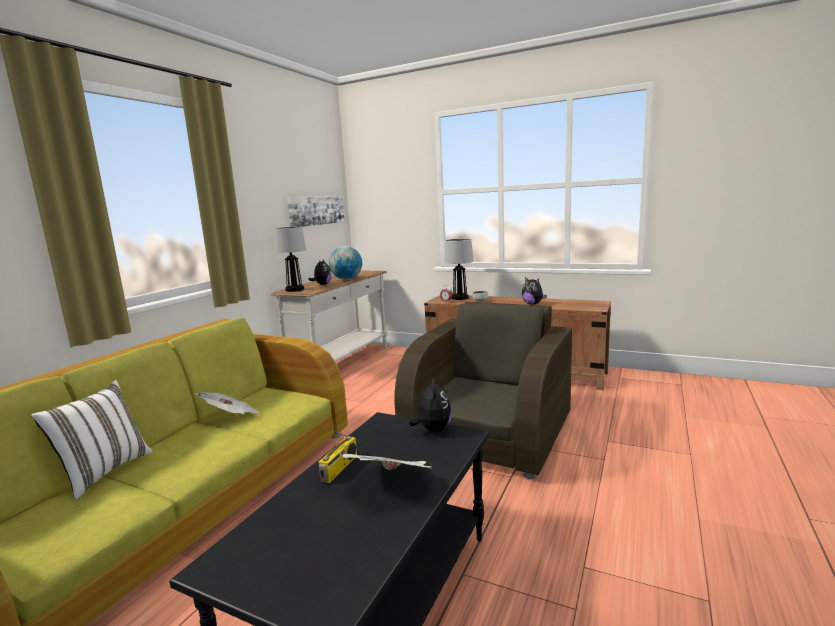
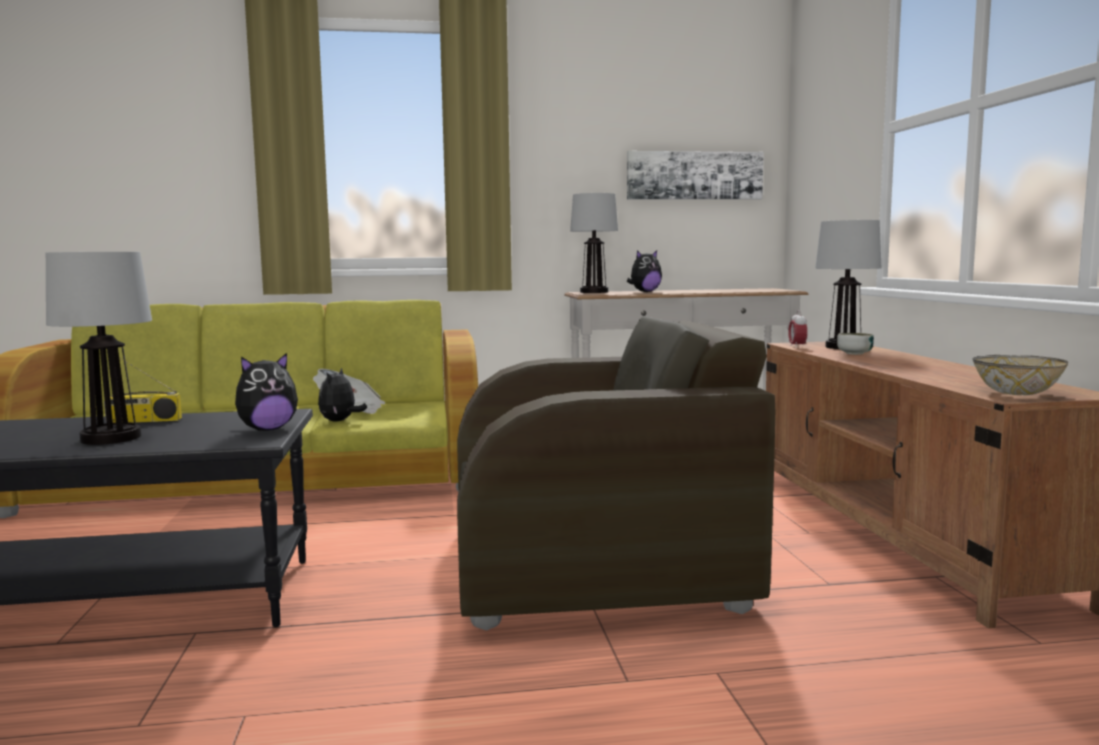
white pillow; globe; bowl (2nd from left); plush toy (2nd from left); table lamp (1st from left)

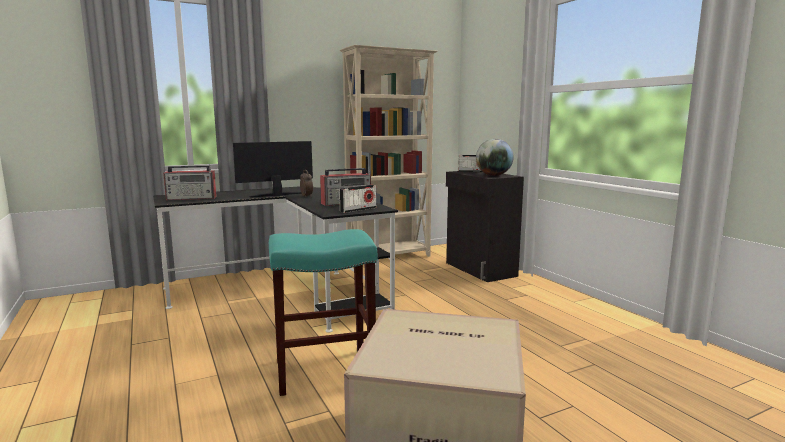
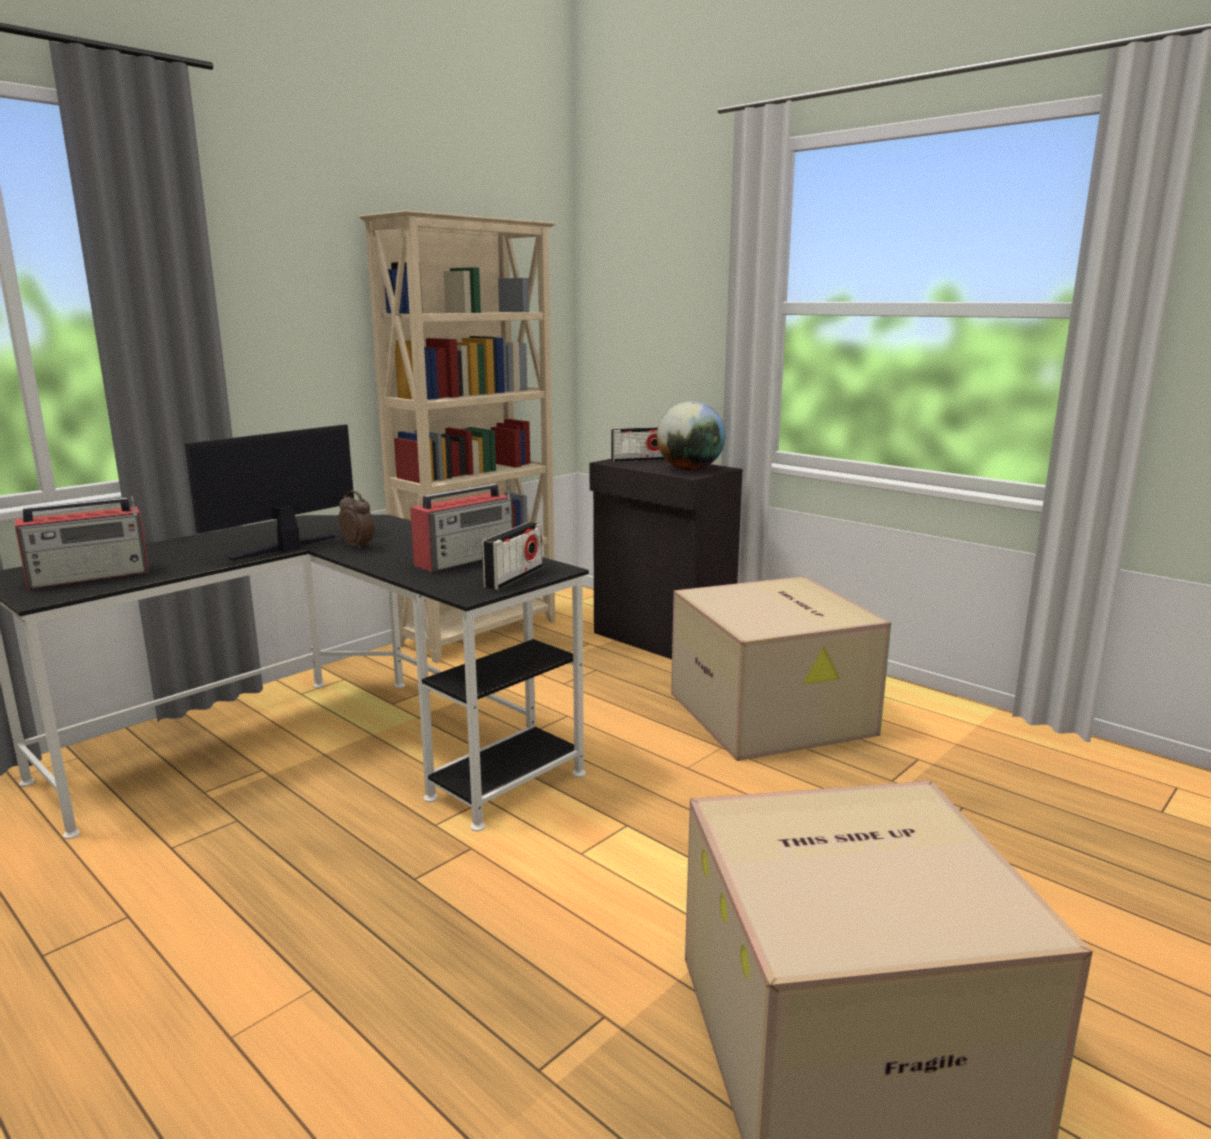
turquoise stool; cardboard box (1st from left)

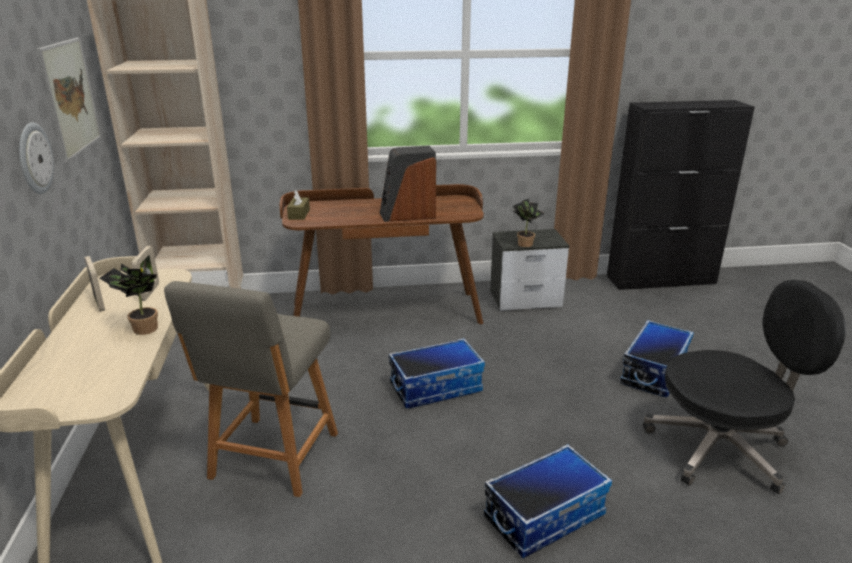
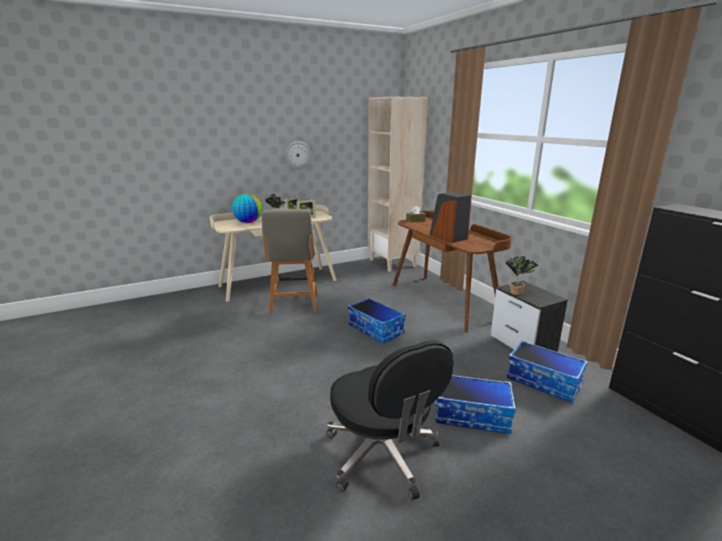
picture; globe; storage box (3rd from left); grey chair

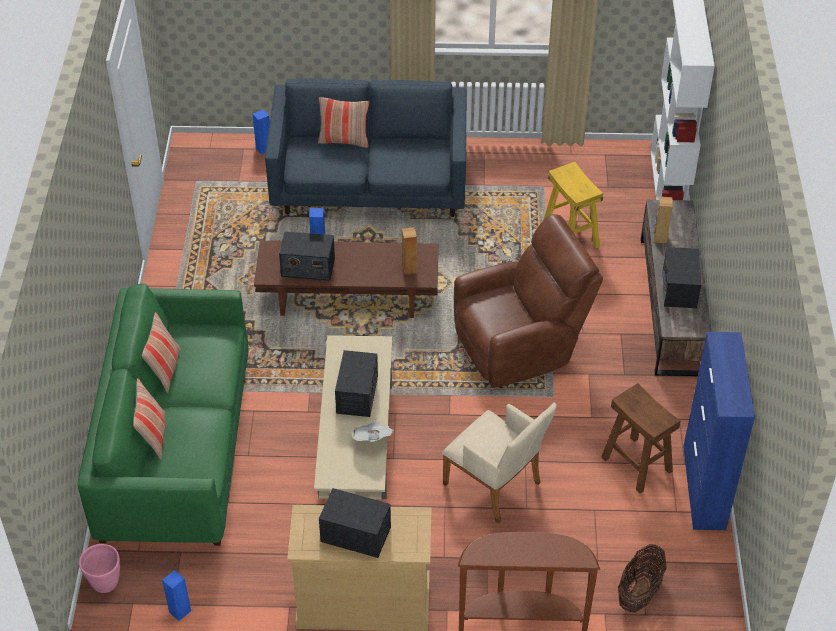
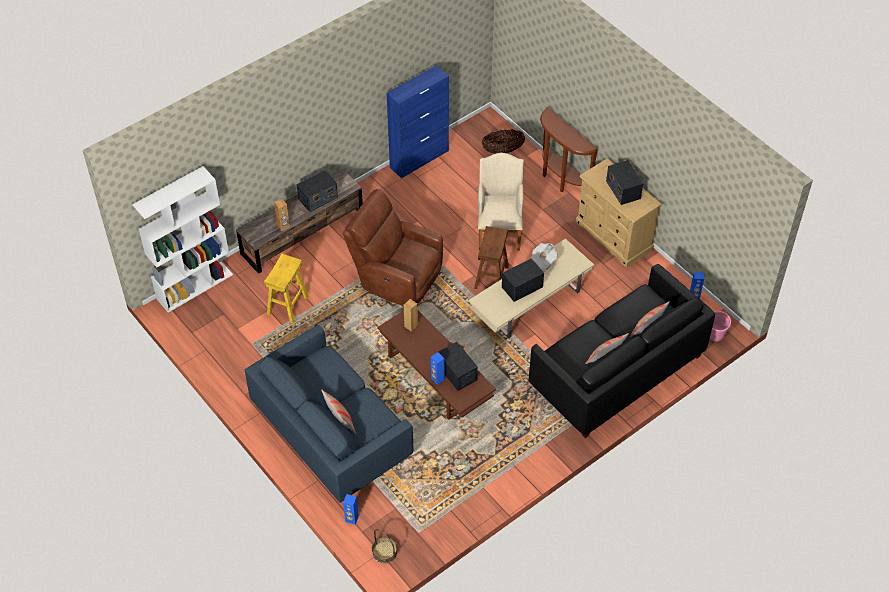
basket (1st from left); brown stool; black sofa

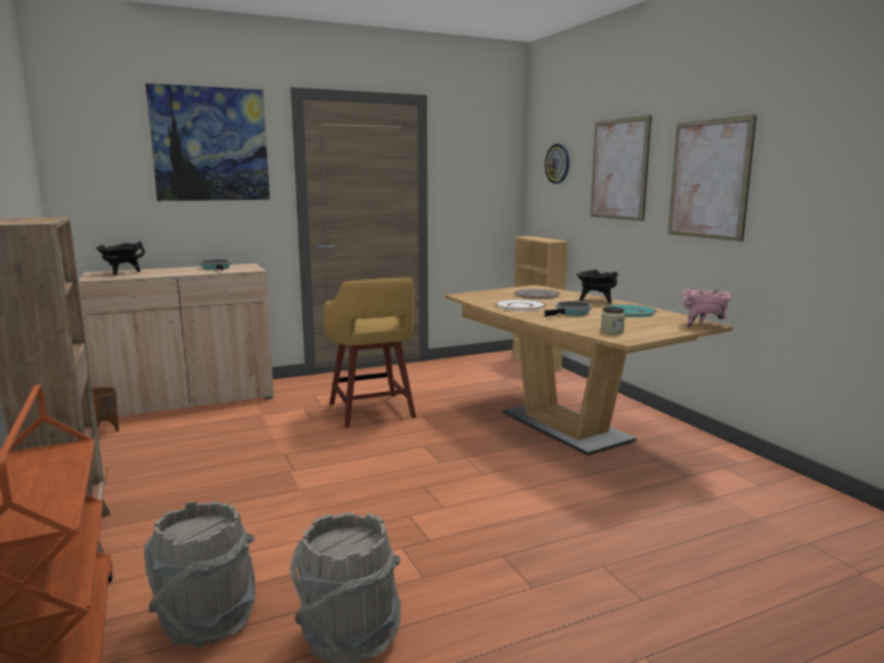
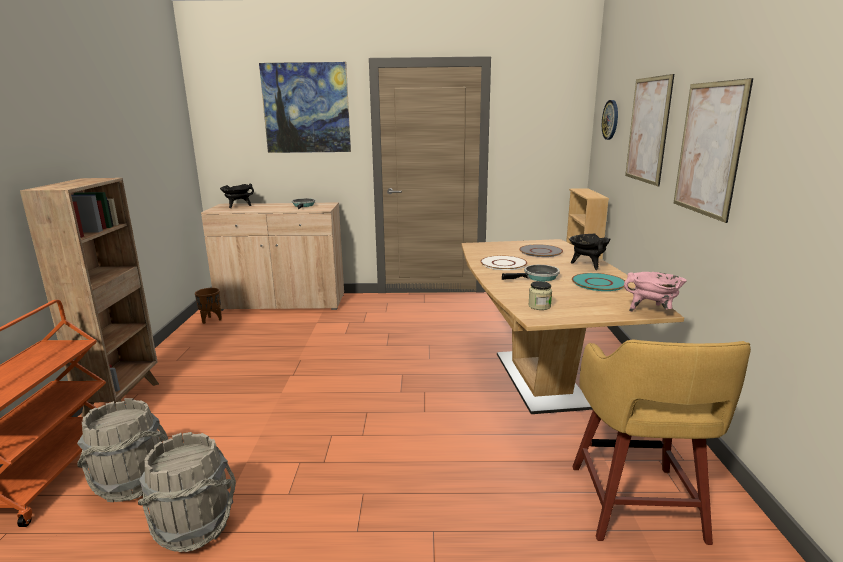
yellow stool

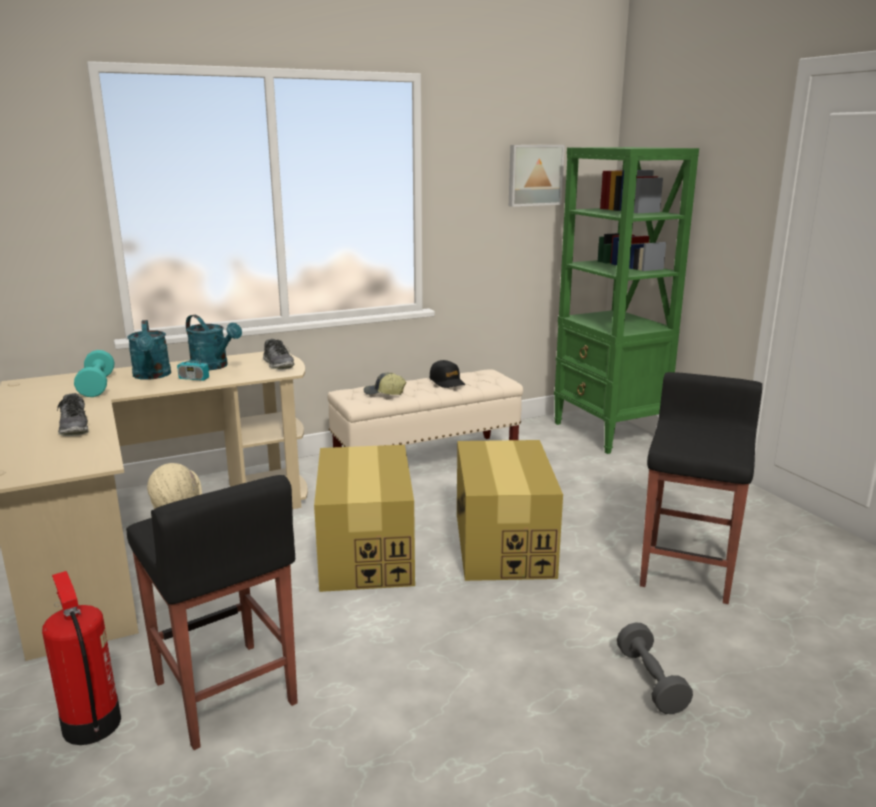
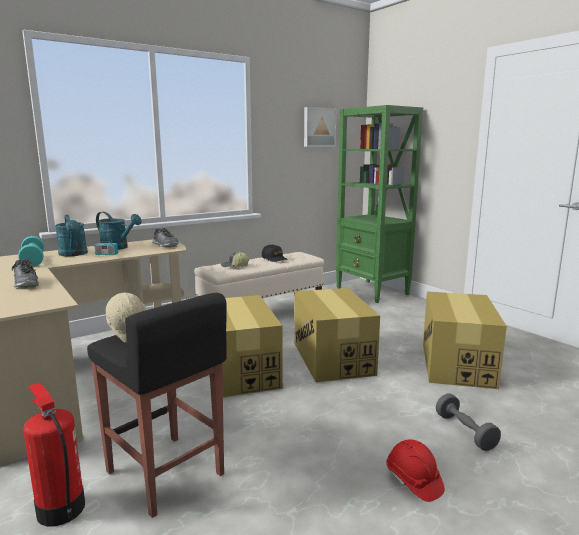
red hard hat; cardboard box (3rd from left)

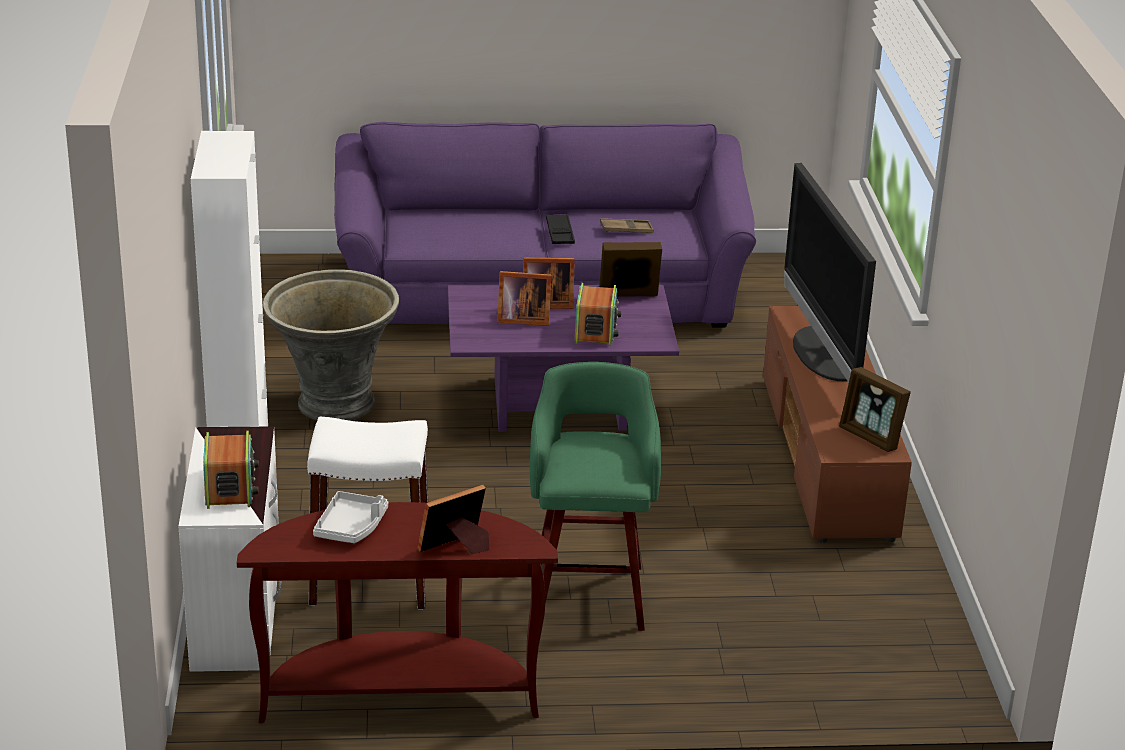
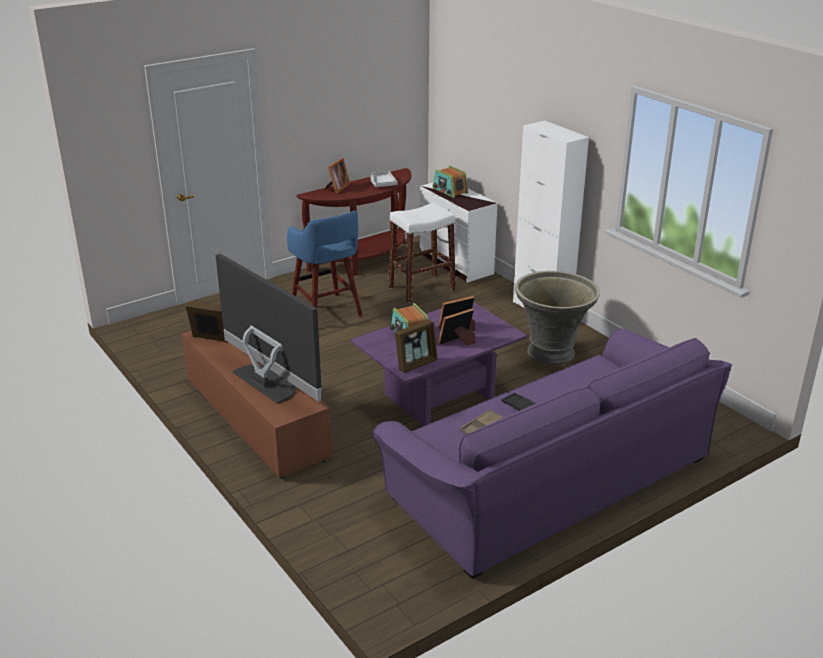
blue stool

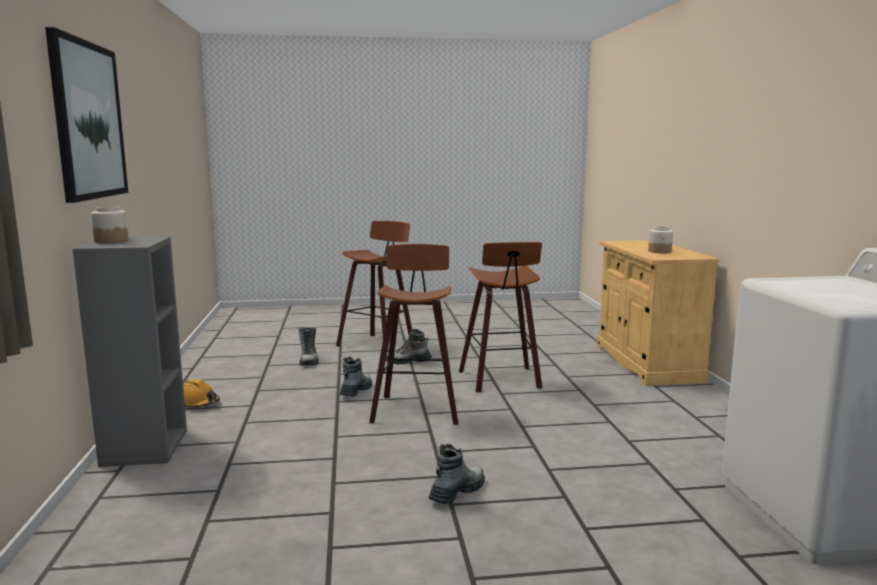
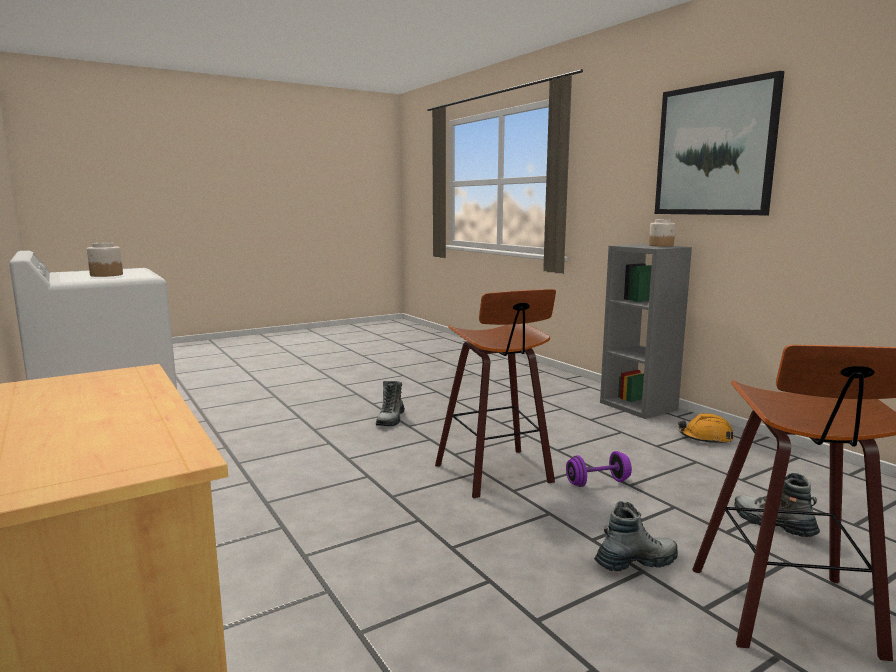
stool (3rd from left in the first image); jar (1st from left); purple dumbbell

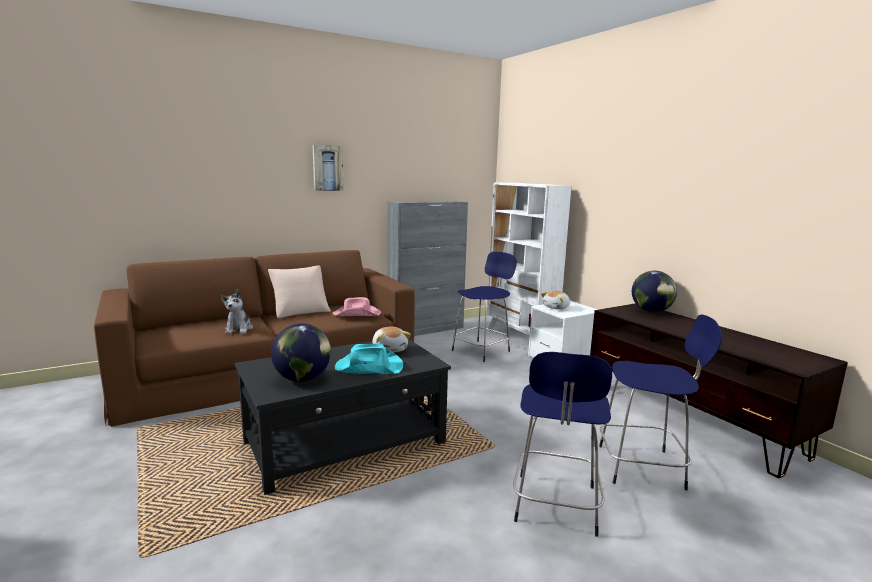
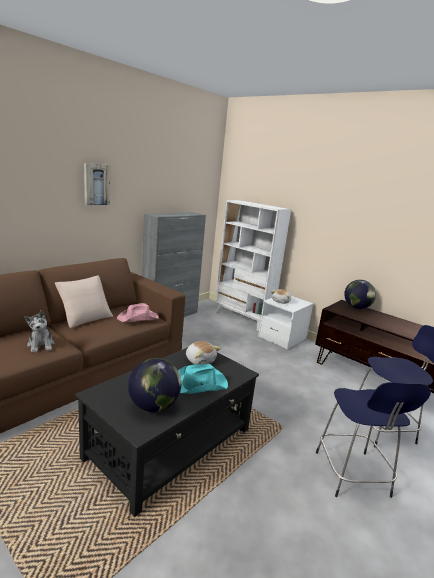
blue stool (1st from left in the first image)

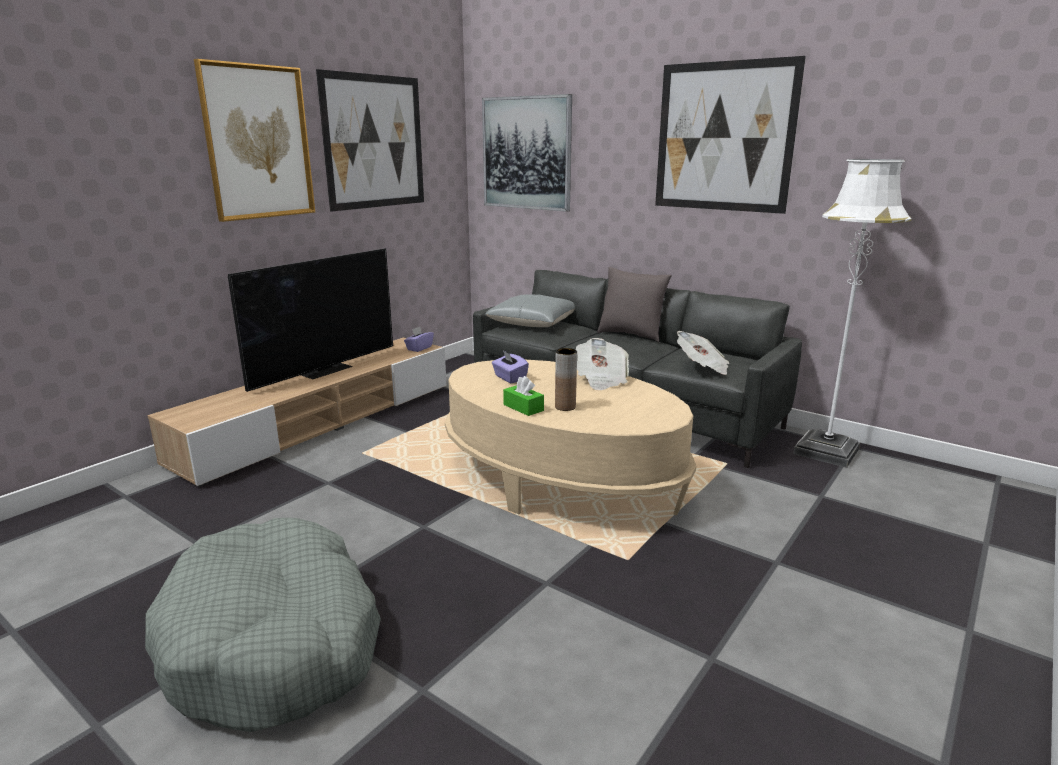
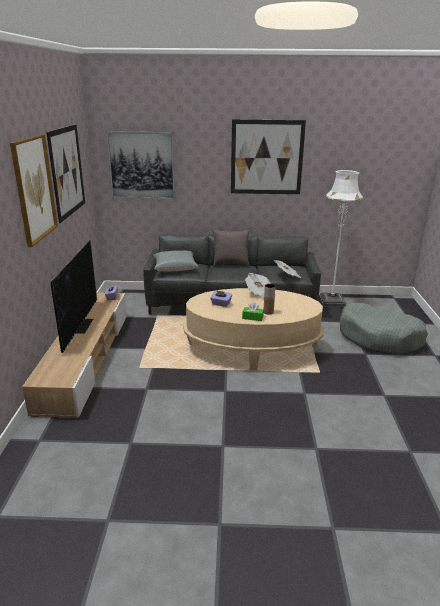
grey dog bed

